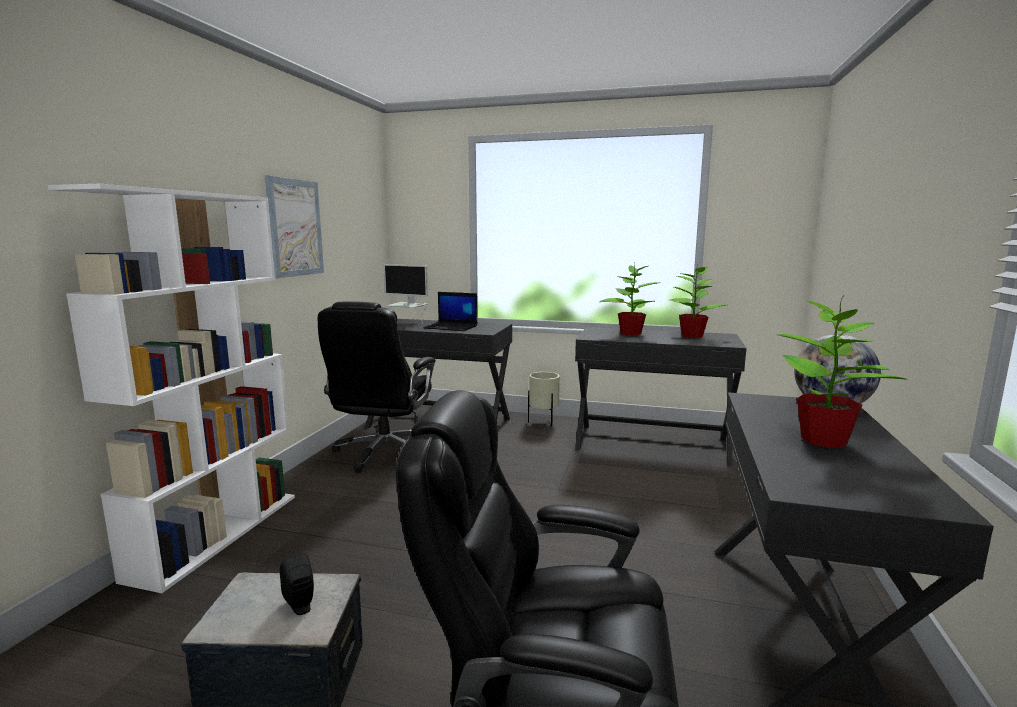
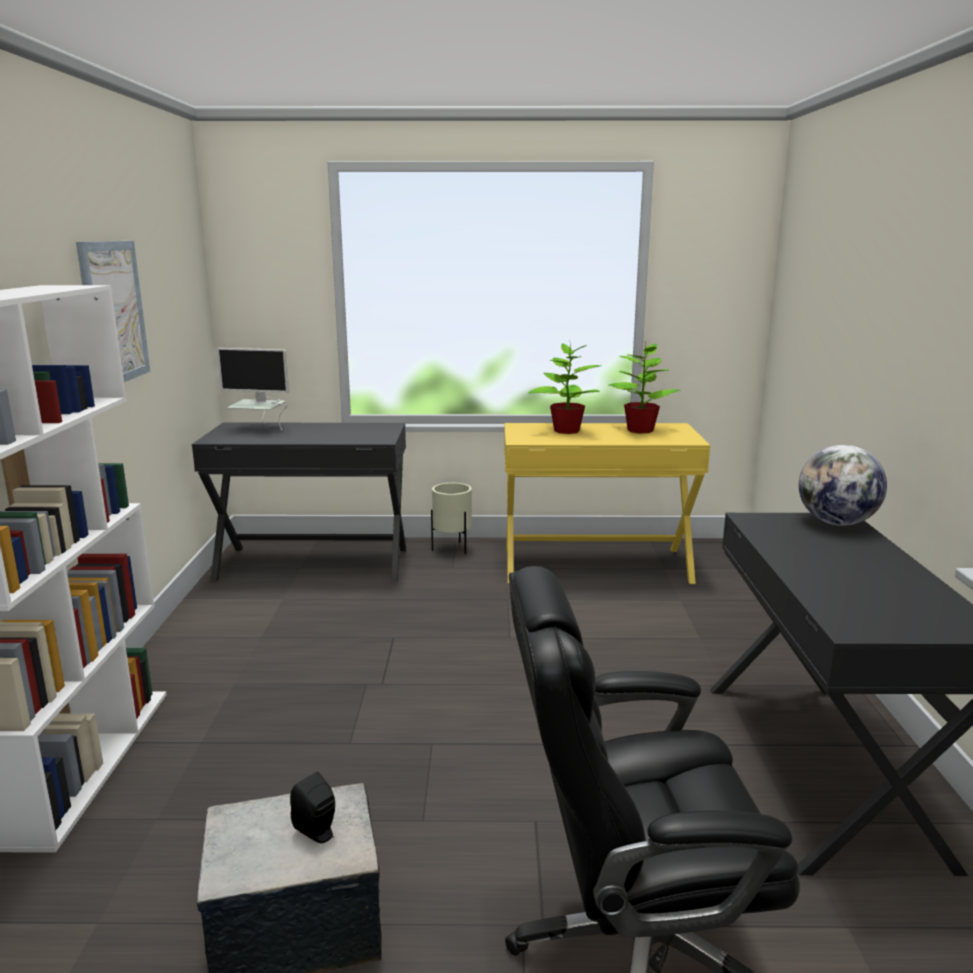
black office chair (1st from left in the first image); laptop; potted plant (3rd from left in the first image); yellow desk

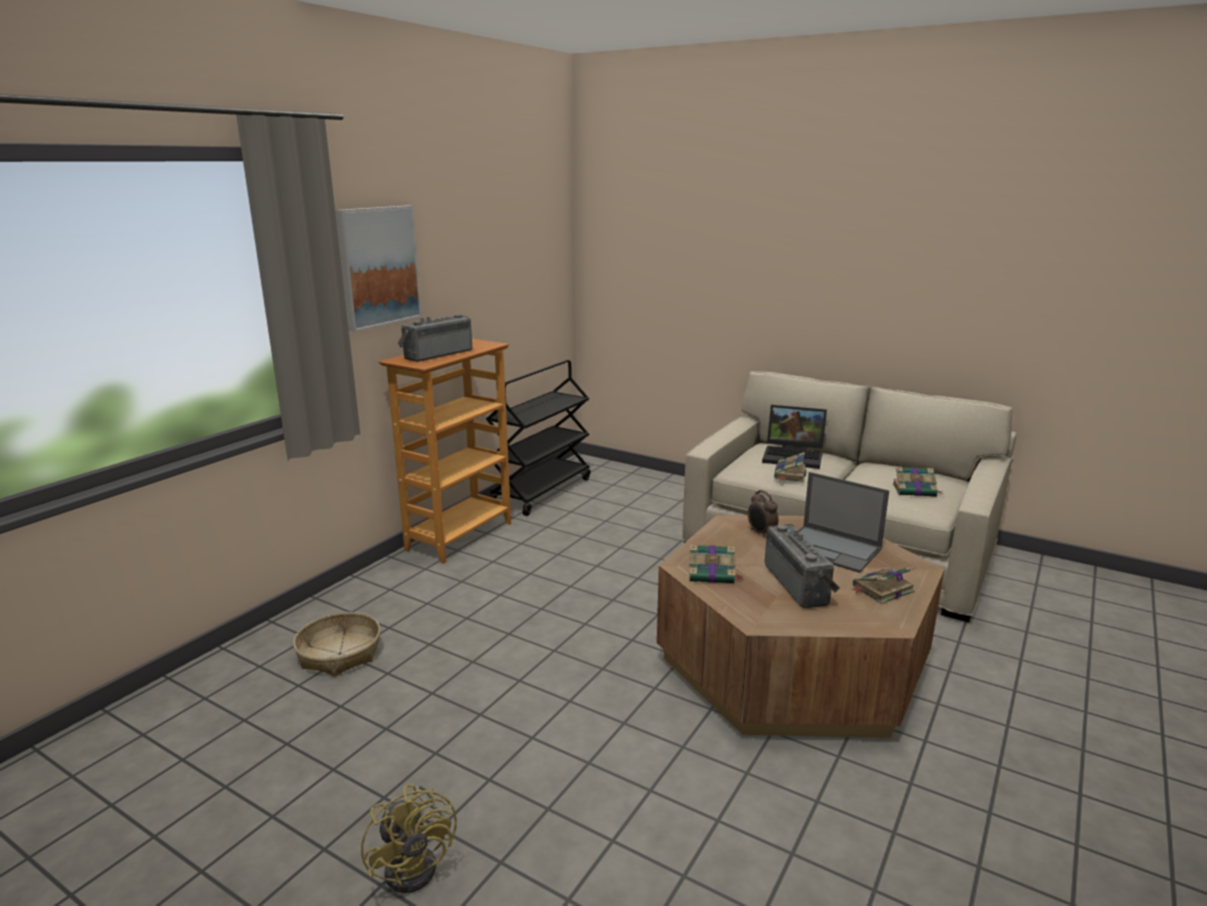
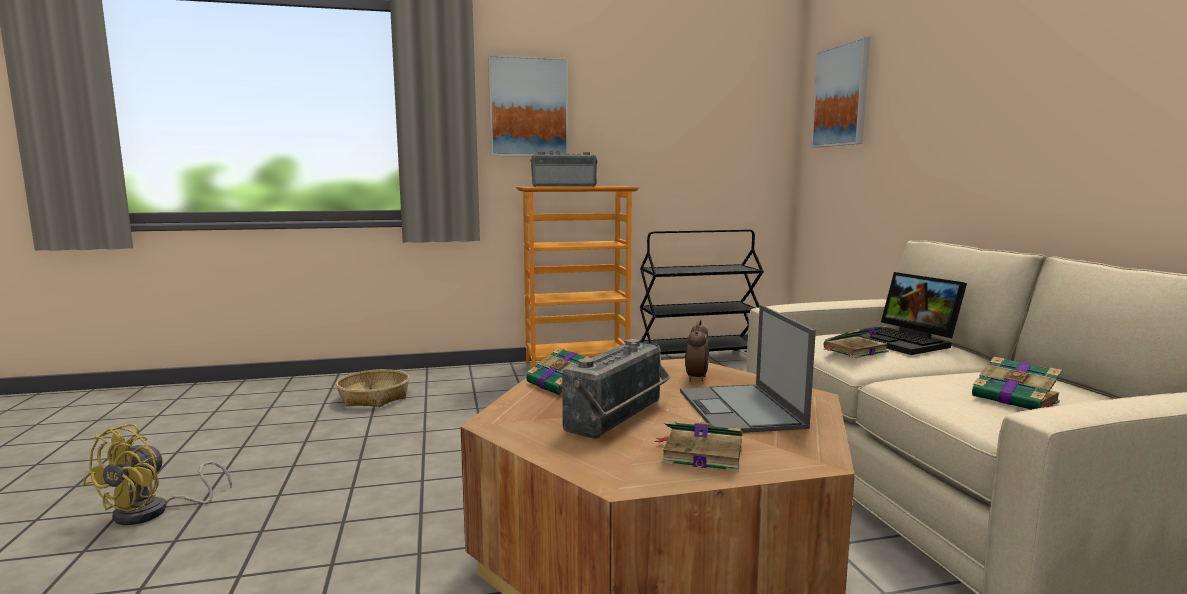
picture (2nd from left)

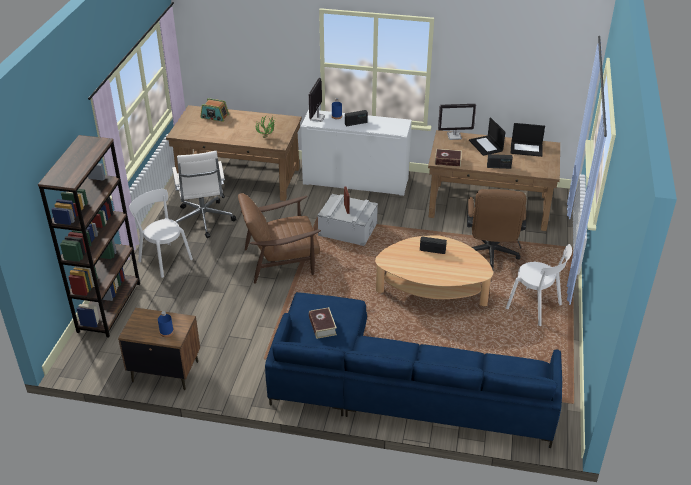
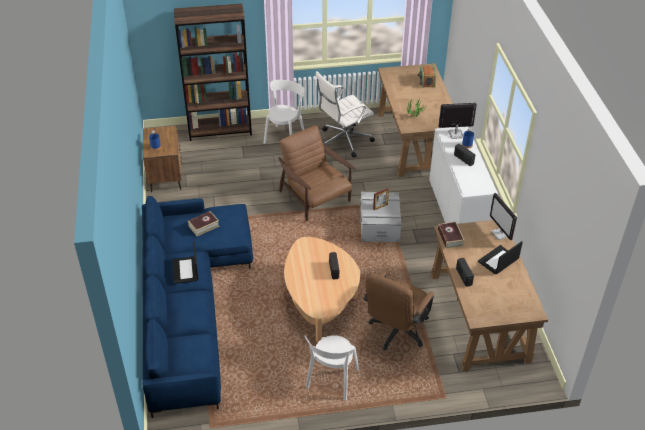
laptop (1st from left); brown office chair

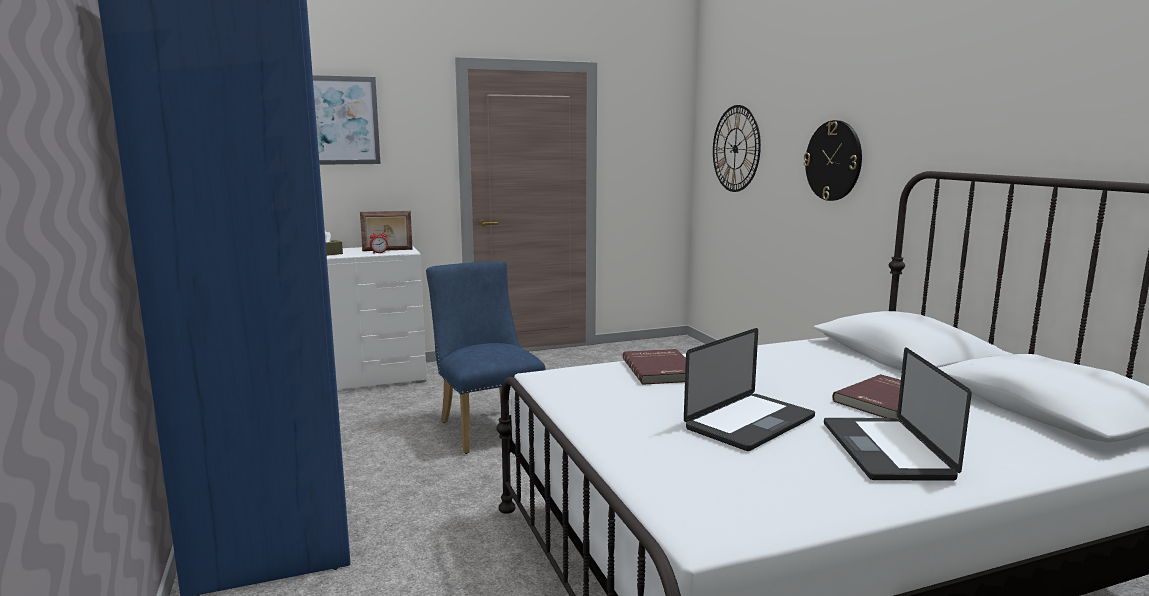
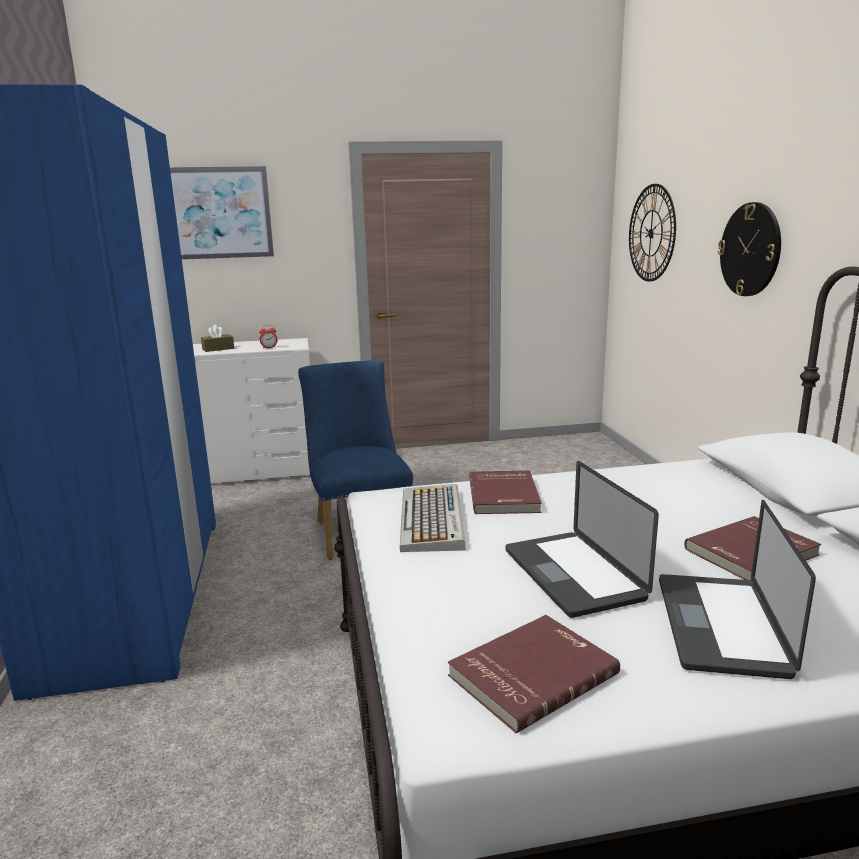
picture frame; keyboard; red book (2nd from left); laptop (1st from left)

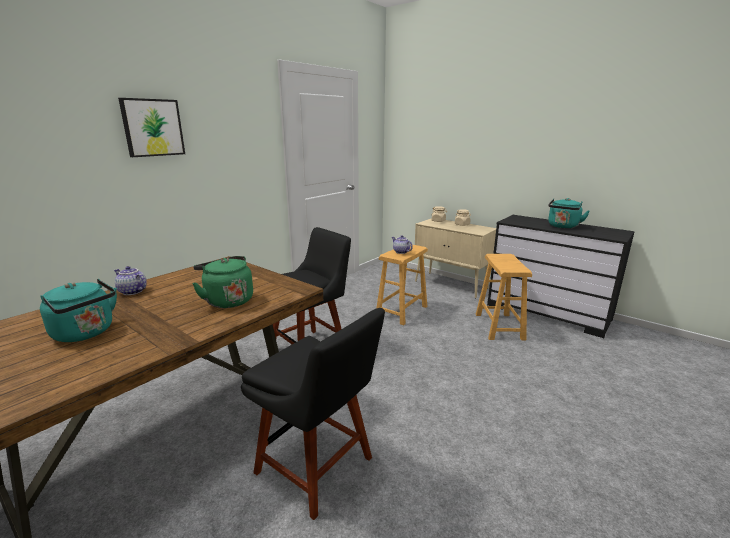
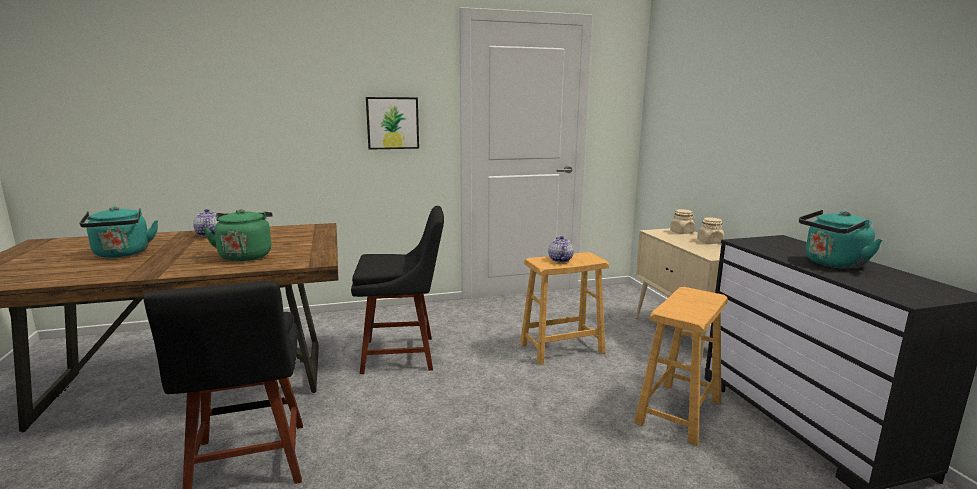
picture

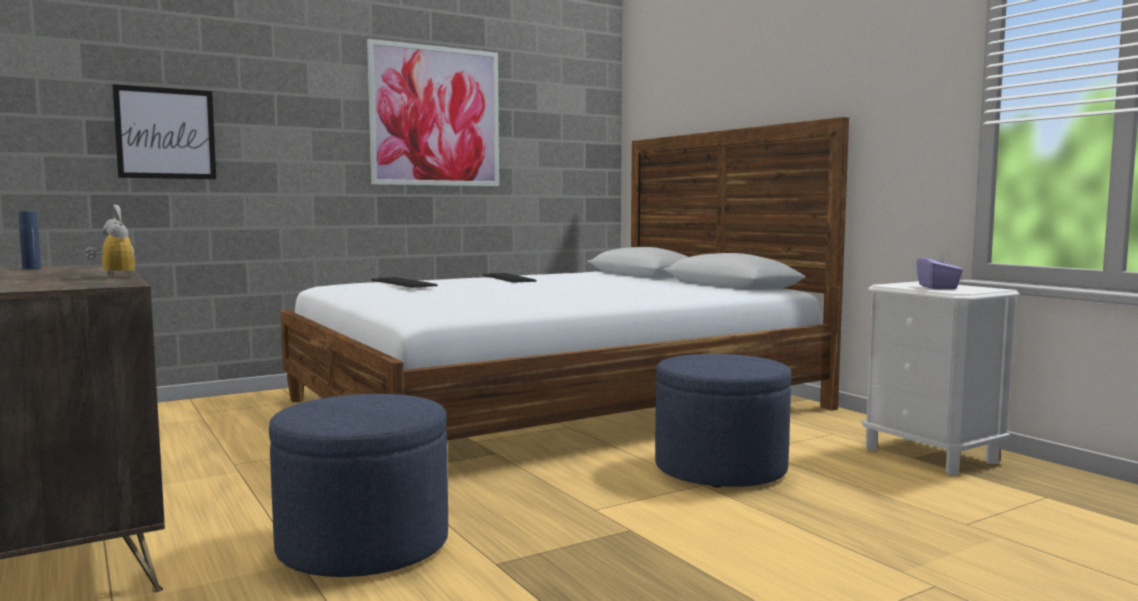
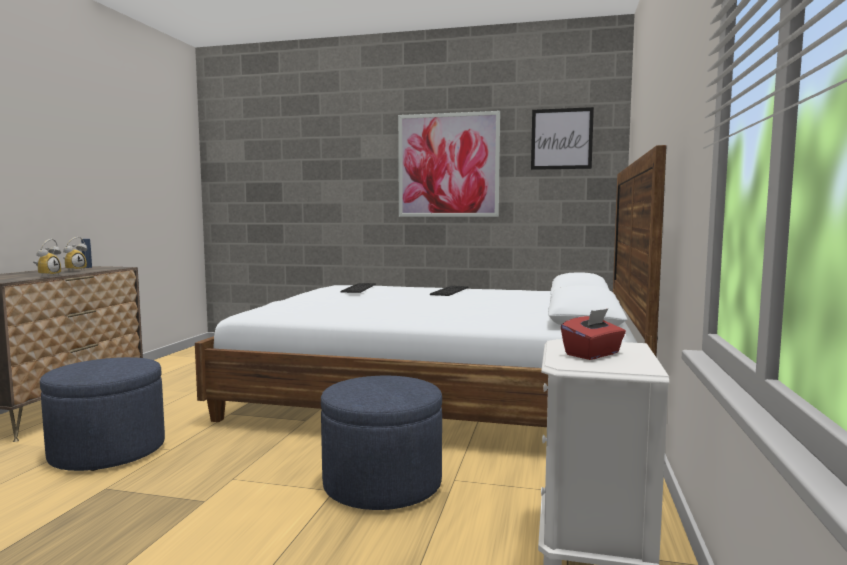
alarm clock (2nd from left); picture (2nd from left); red tissue box

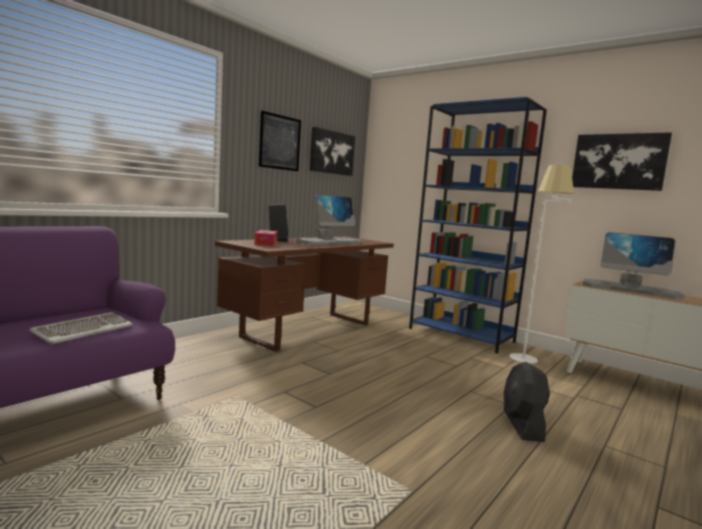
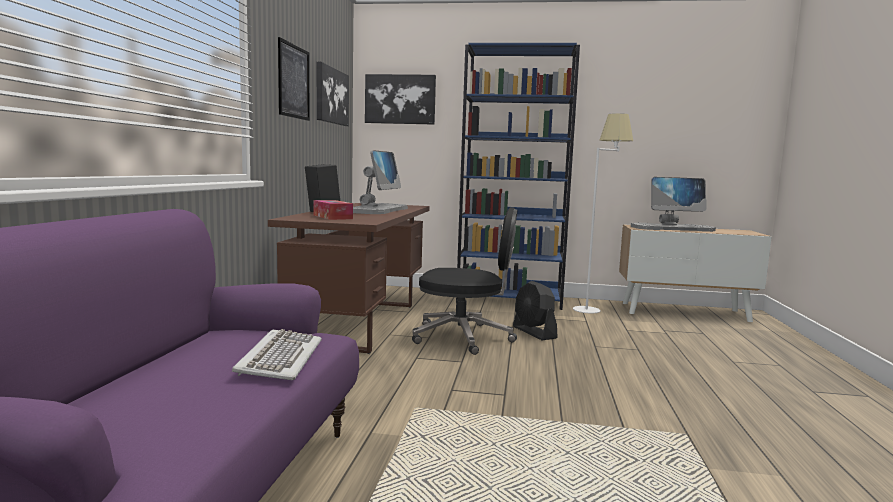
black office chair; black fan; picture (3rd from left)

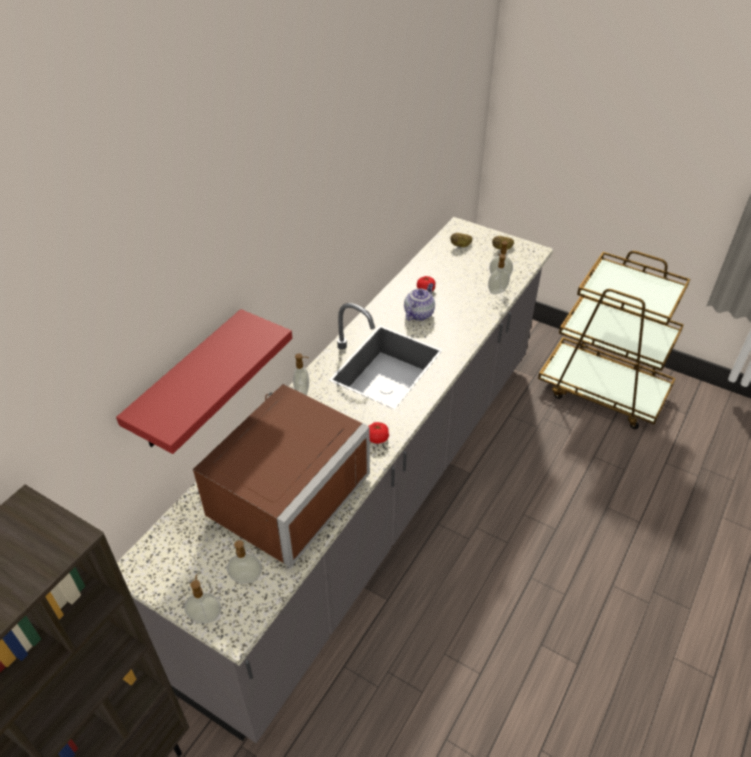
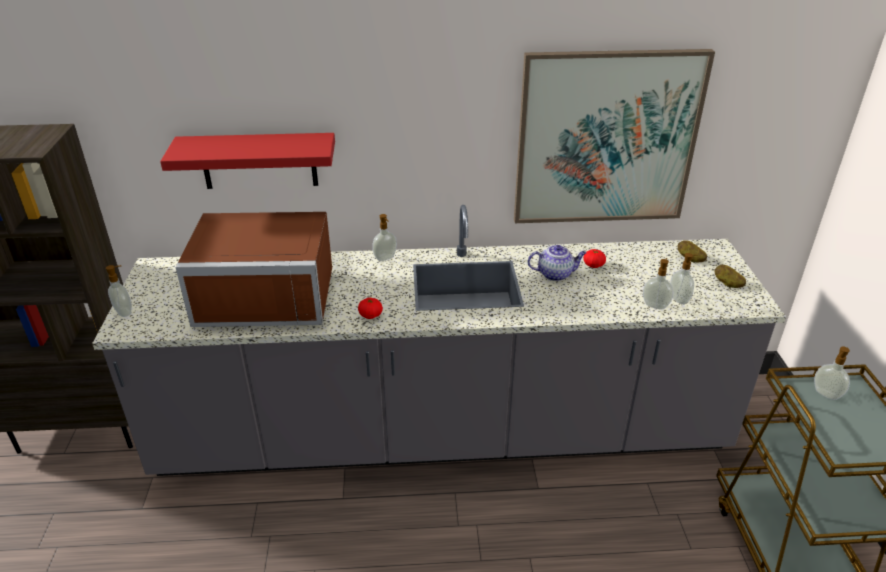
picture; soap dispenser (5th from left)

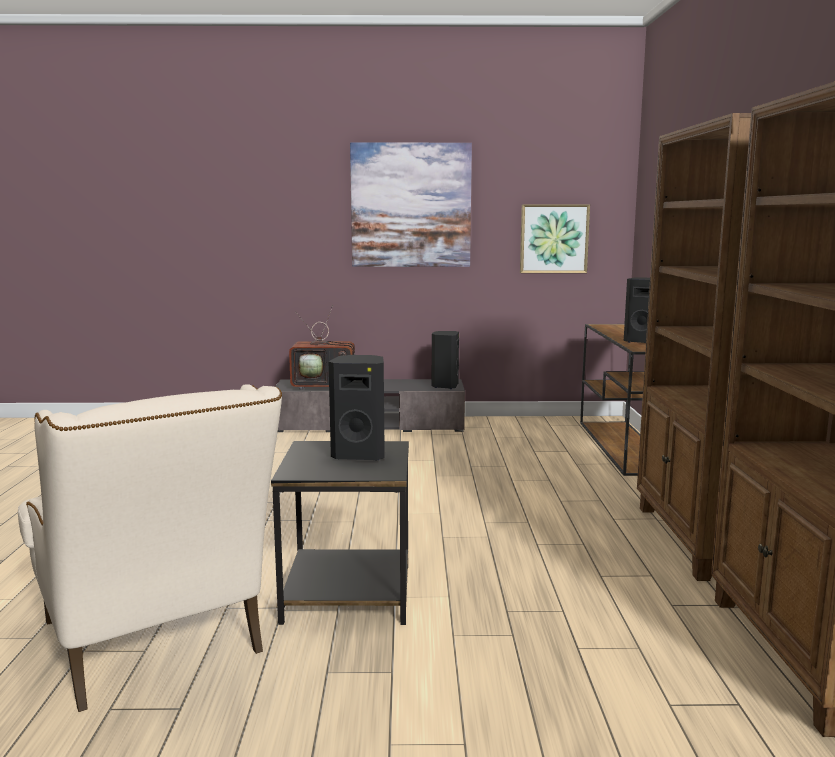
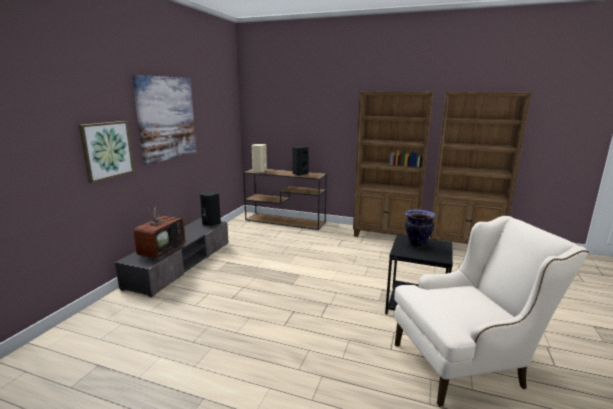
beige speaker; picture (1st from left); vase

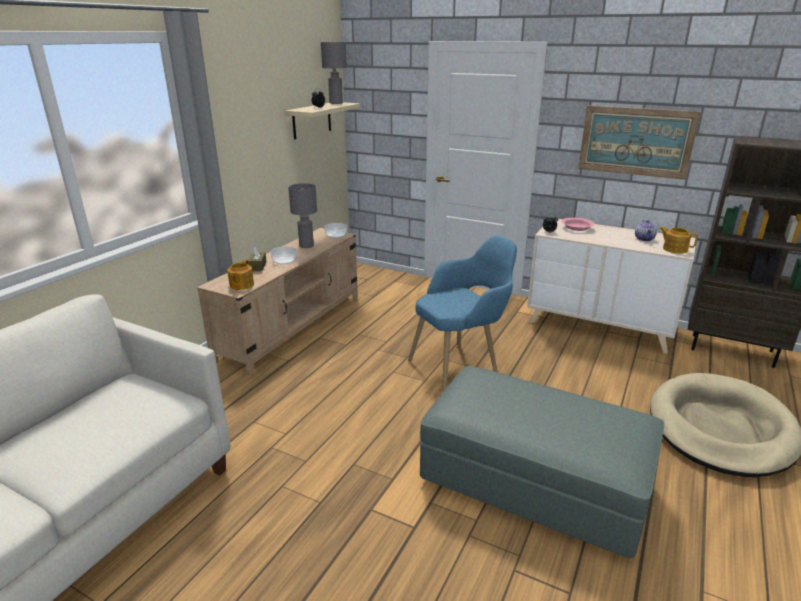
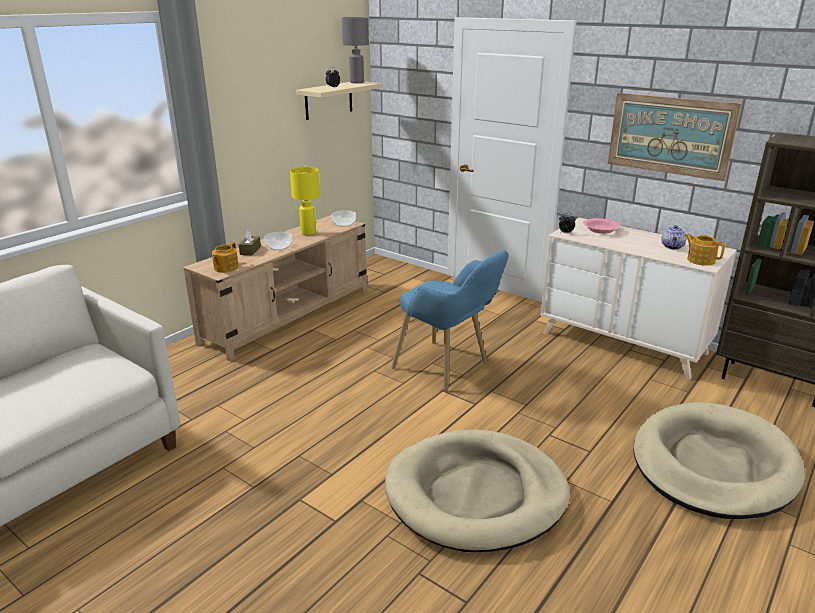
beige dog bed (1st from left); yellow table lamp; blue armchair

